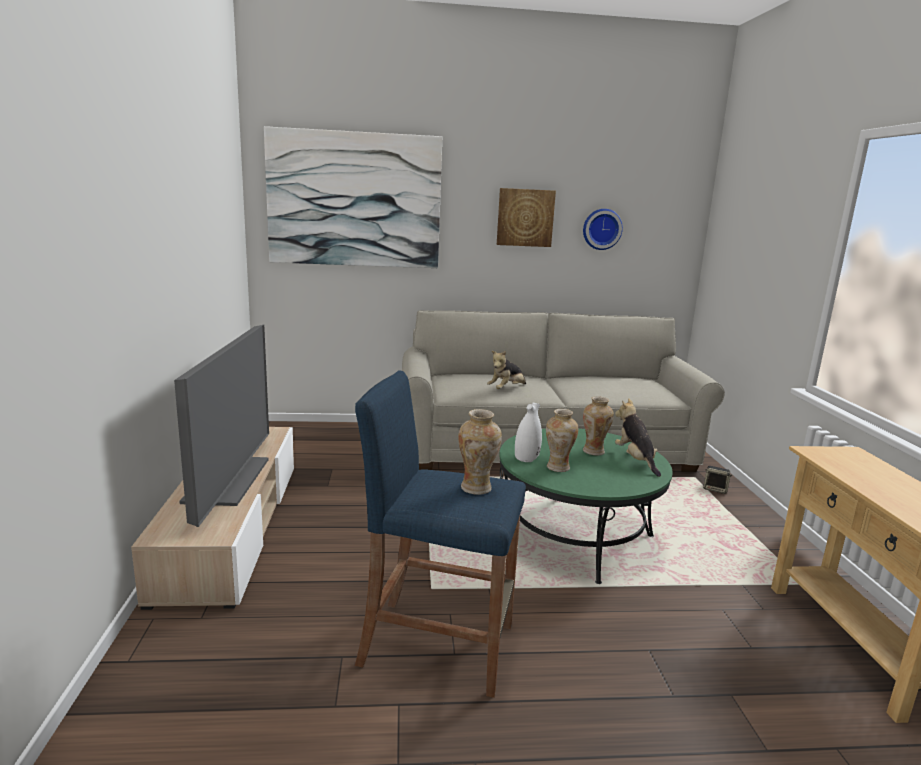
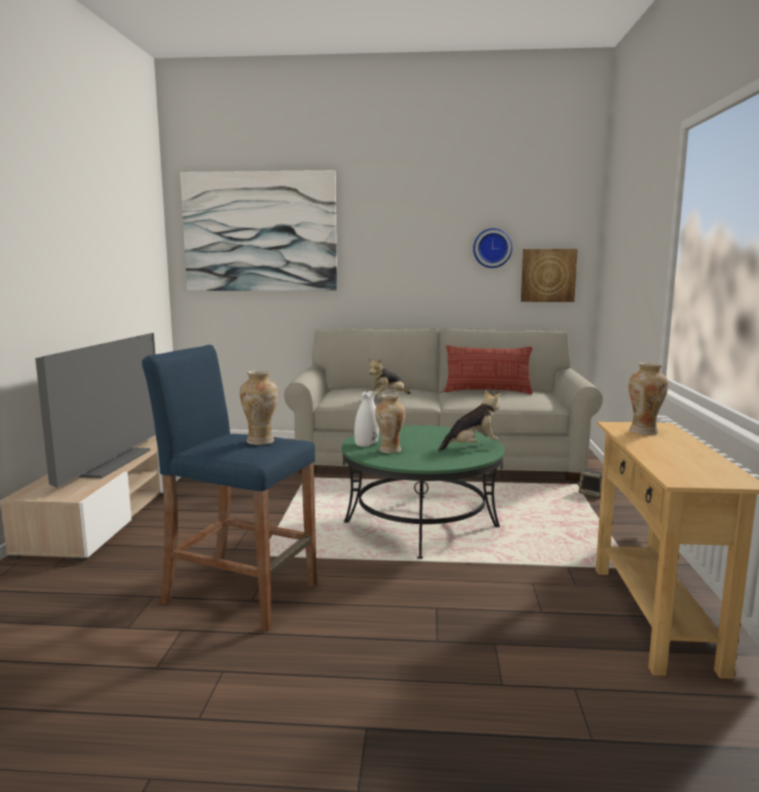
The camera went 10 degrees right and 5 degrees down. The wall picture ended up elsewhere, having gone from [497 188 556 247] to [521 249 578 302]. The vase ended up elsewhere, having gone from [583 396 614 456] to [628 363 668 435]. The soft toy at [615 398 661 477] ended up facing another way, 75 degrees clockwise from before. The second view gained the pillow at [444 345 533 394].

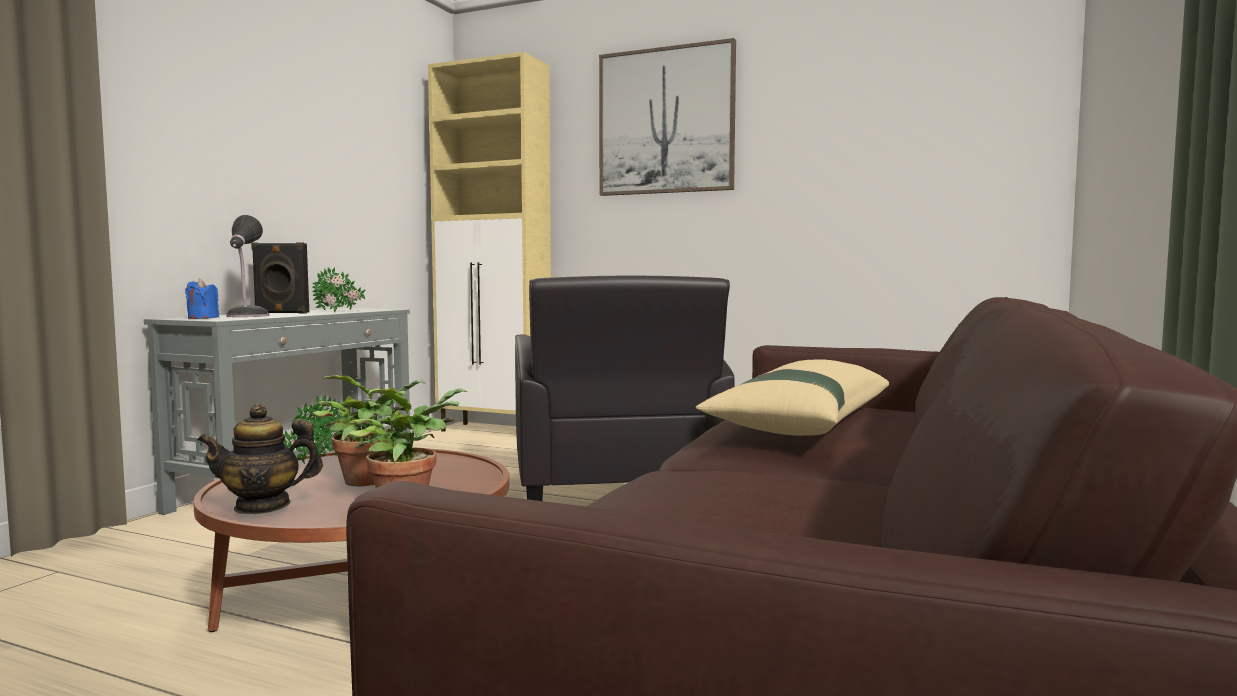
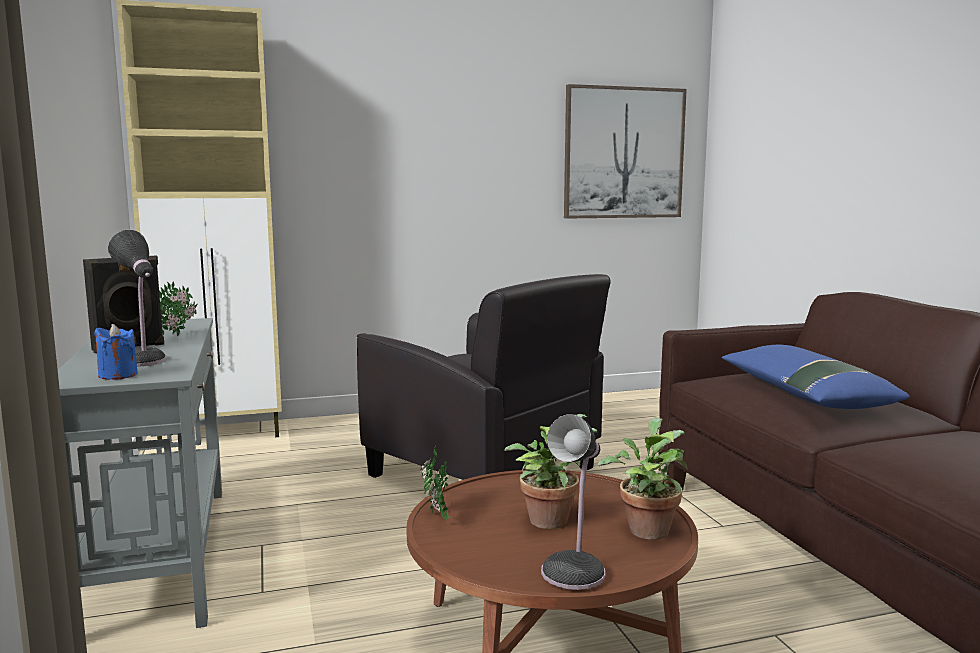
The camera went 40 degrees left and 5 degrees up. The wall picture ended up elsewhere, having gone from [599 38 736 196] to [564 84 687 219]. What was the beige pillow at [696 359 889 436] turned into the blue pillow at [722 345 910 409]. Where the teapot stood at [197 404 323 514], the tabletop lamp came to stand at [541 414 605 590].

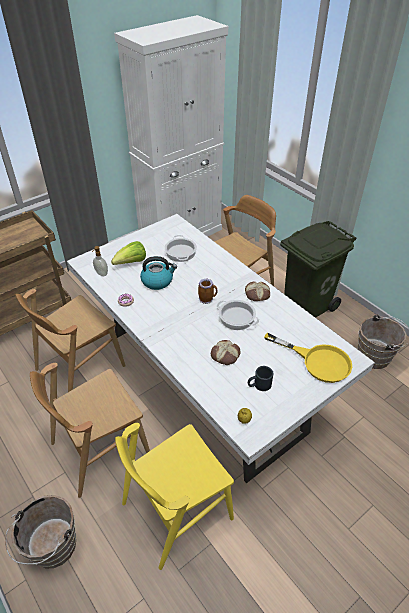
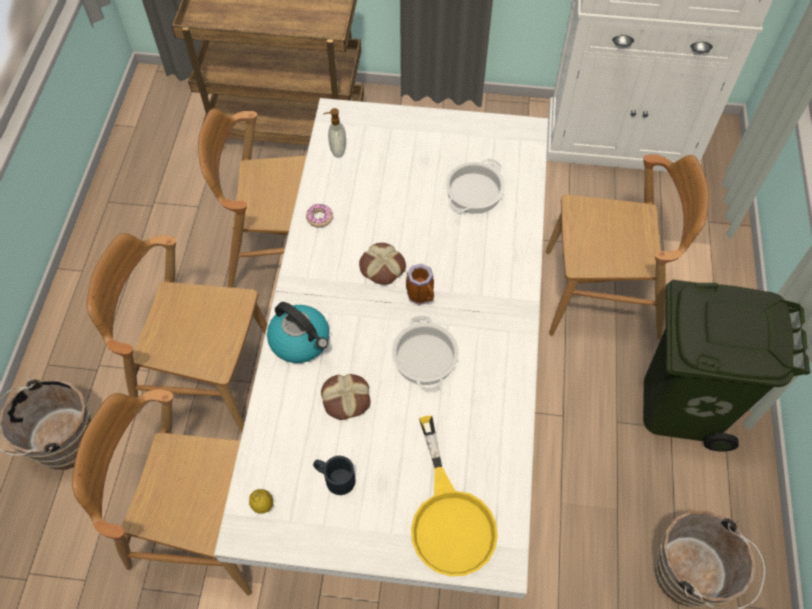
The camera went 45 degrees right and 15 degrees up. The second view lost the lettuce head at [111 241 146 265]. The water kettle ended up elsewhere, having gone from [140 256 177 290] to [267 302 329 363]. The bakery bread ended up elsewhere, having gone from [245 281 270 301] to [359 243 406 285]. What was the yellow-coloured plain chair at [115 423 234 570] turned into the brown-coloured plain chair at [72 389 252 596].

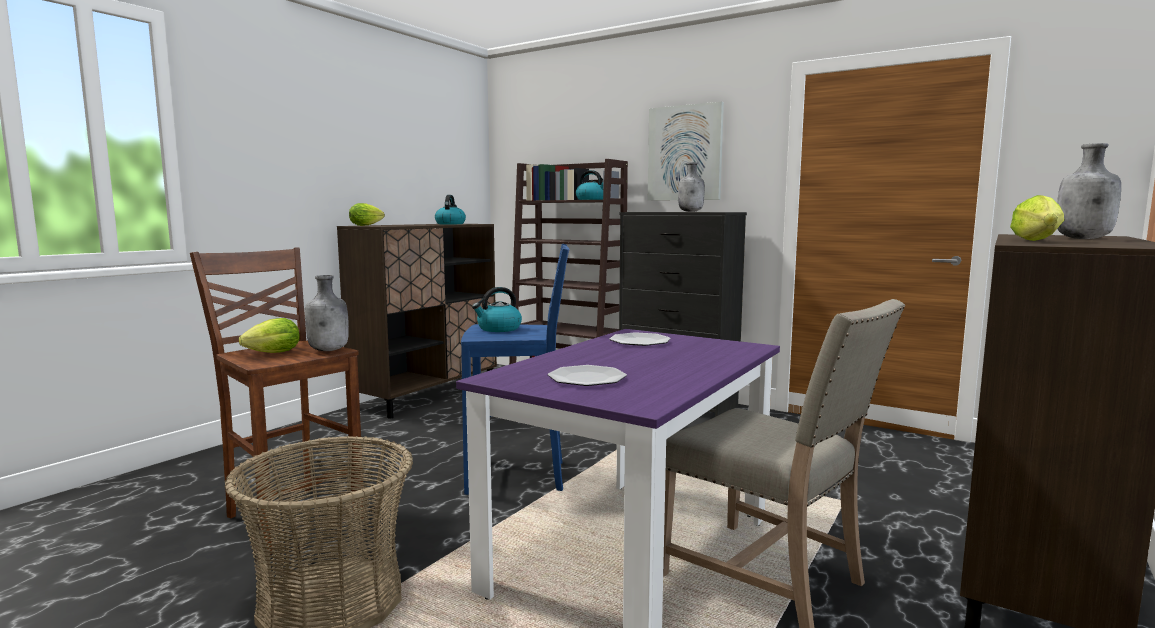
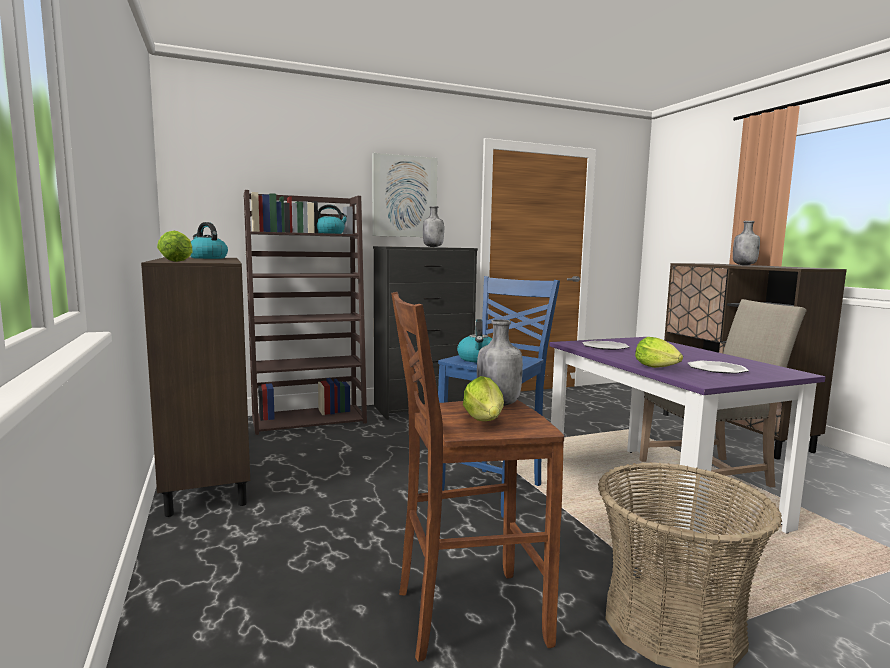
The camera went 55 degrees left and 0 degrees up. The lettuce head ended up elsewhere, having gone from [1010 195 1064 241] to [635 337 683 368].

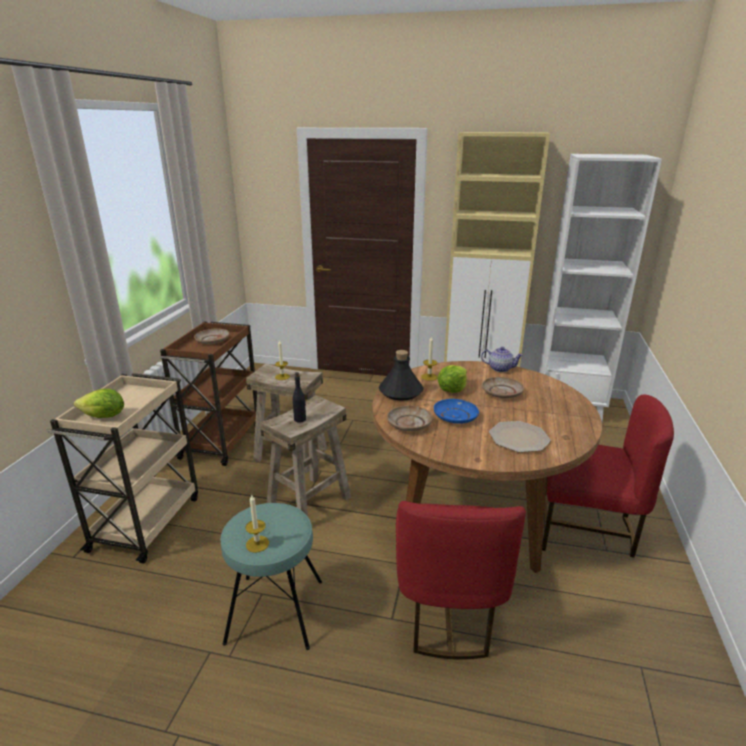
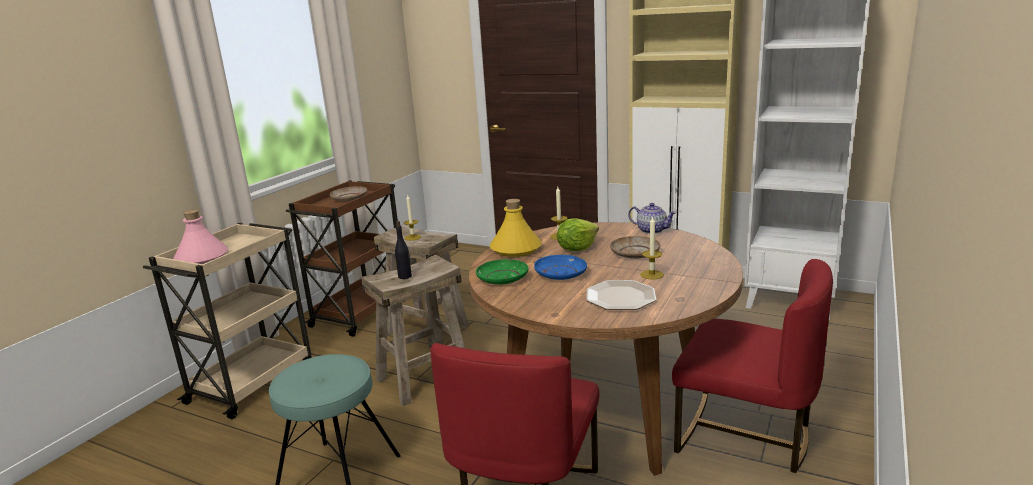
The camera went 15 degrees right and 5 degrees down. What was the black beverage bottle at [379 350 424 401] turned into the yellow-coloured beverage bottle at [490 199 542 257]. Where the lettuce head stood at [74 389 124 418], the pinkish beverage bottle came to stand at [173 210 228 264]. What was the beige plate at [387 406 433 431] turned into the green plate at [476 259 529 284]. The wax candle ended up elsewhere, having gone from [245 495 269 553] to [640 216 664 279].

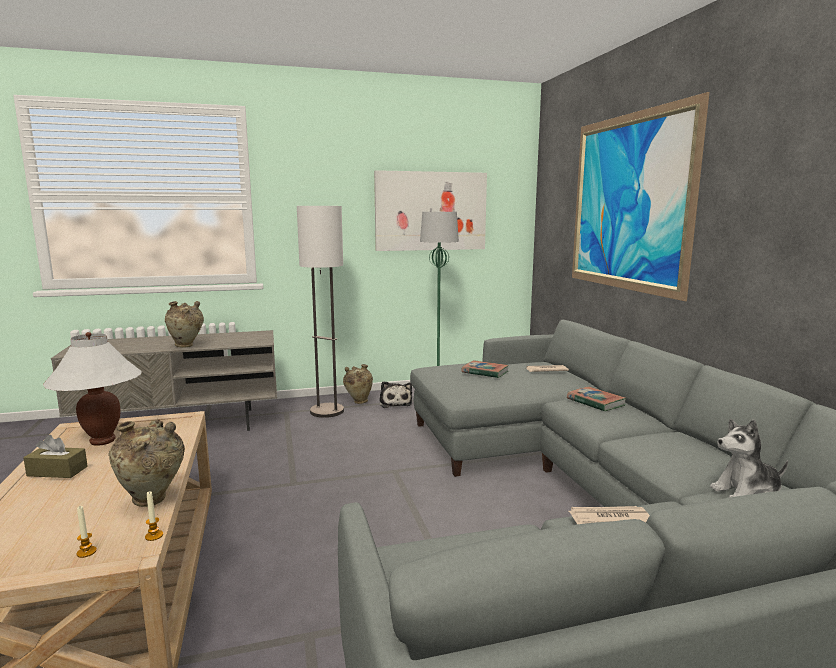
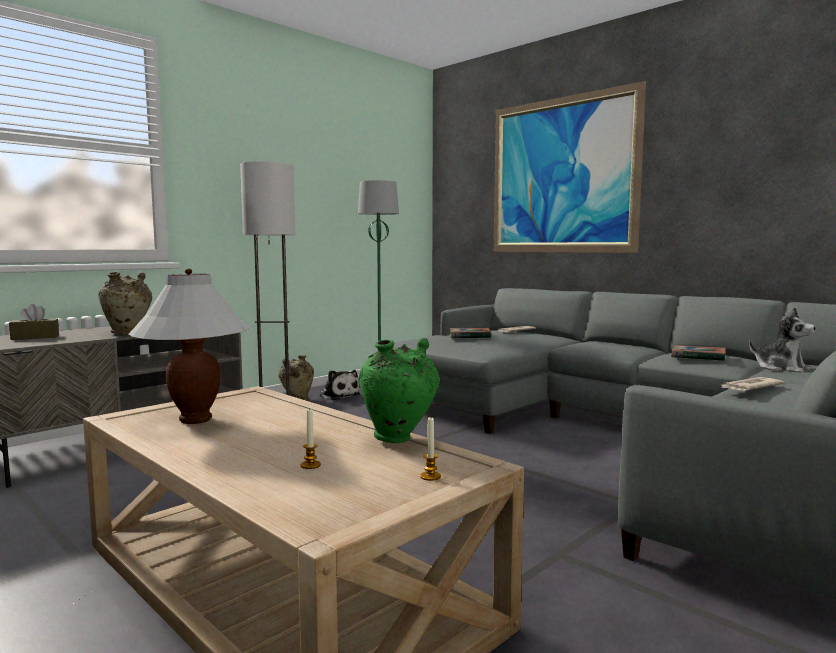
The camera went 30 degrees left and 5 degrees down. The second view lost the wall picture at [374 170 487 251]. The bound book ended up elsewhere, having gone from [567 387 626 412] to [671 345 726 361]. What was the beige vase at [108 419 185 507] turned into the green vase at [359 338 440 443]. The soft toy at [710 419 788 498] ended up facing another way, 90 degrees counterclockwise from before. The brown-coloured box of tissues ended up elsewhere, having gone from [23 435 88 478] to [9 304 59 340]. The wax candle ended up elsewhere, having gone from [145 491 163 541] to [301 408 321 469].

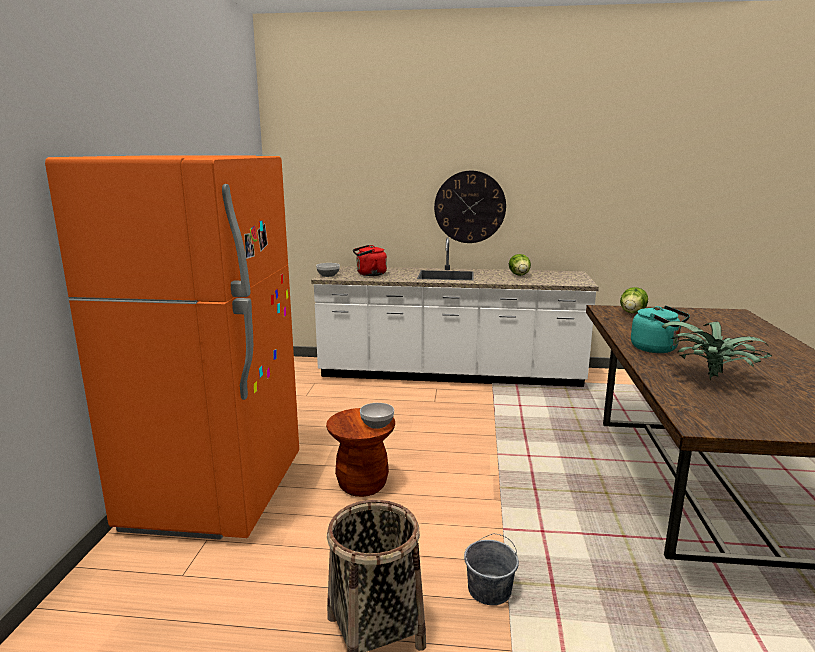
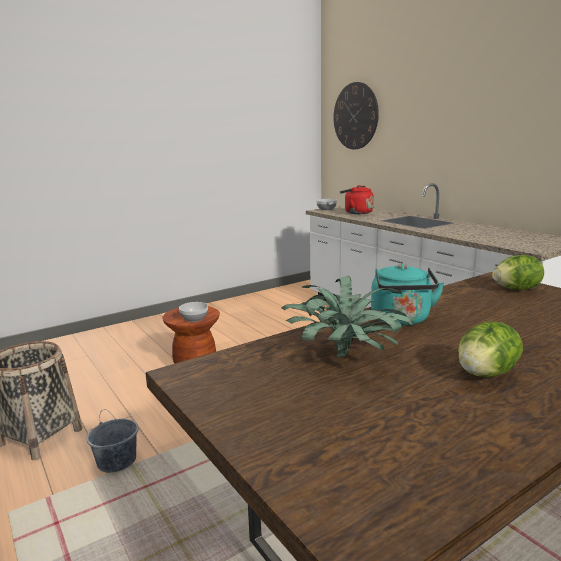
The camera went 50 degrees right and 0 degrees up. The second view lost the orange-coloured fridge at [45 155 299 540]. The hanging clock ended up elsewhere, having gone from [434 171 506 243] to [334 82 379 149]. The lettuce head ended up elsewhere, having gone from [509 254 531 276] to [458 321 523 378].

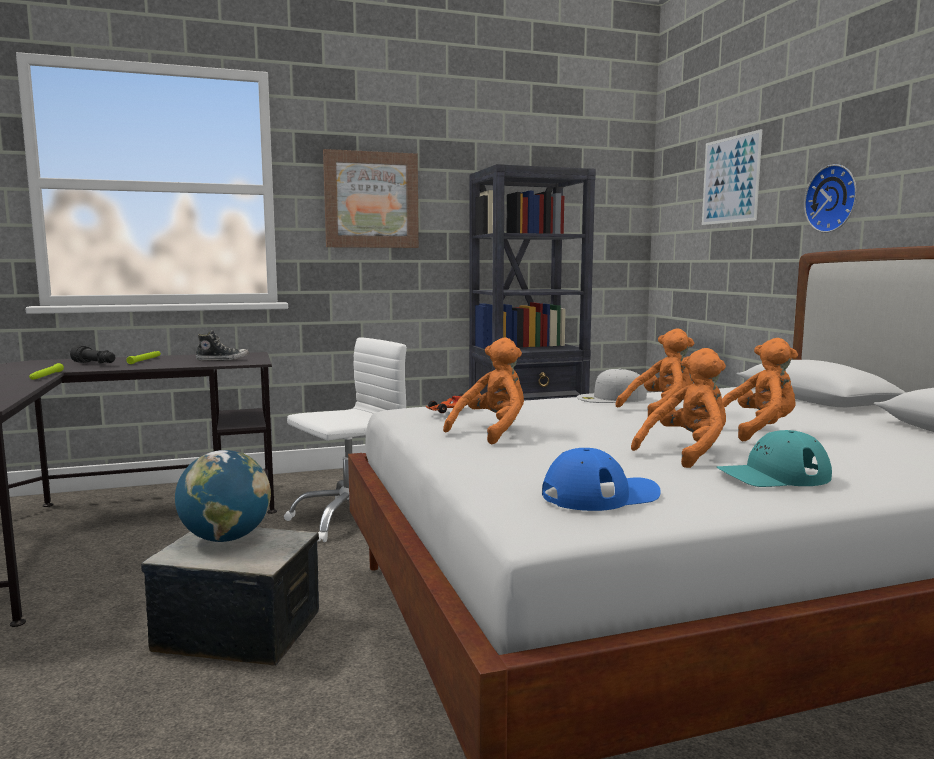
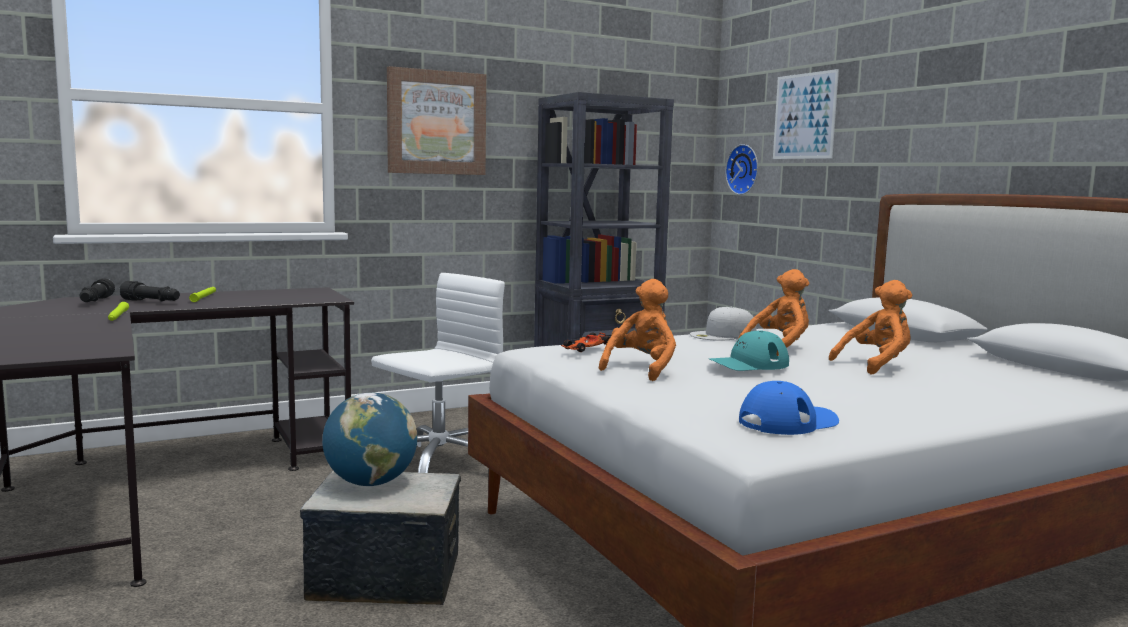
The camera went 10 degrees left and 0 degrees up. The hanging clock ended up elsewhere, having gone from [804 164 857 233] to [725 144 758 195]. The second view lost the item of footwear at [196 330 249 361]. The second view lost the orange-coloured soft toy at [631 348 726 468]. The blue-green cap ended up elsewhere, having gone from [717 430 832 487] to [709 330 789 371]. The second view gained the black torch at [80 278 115 302].

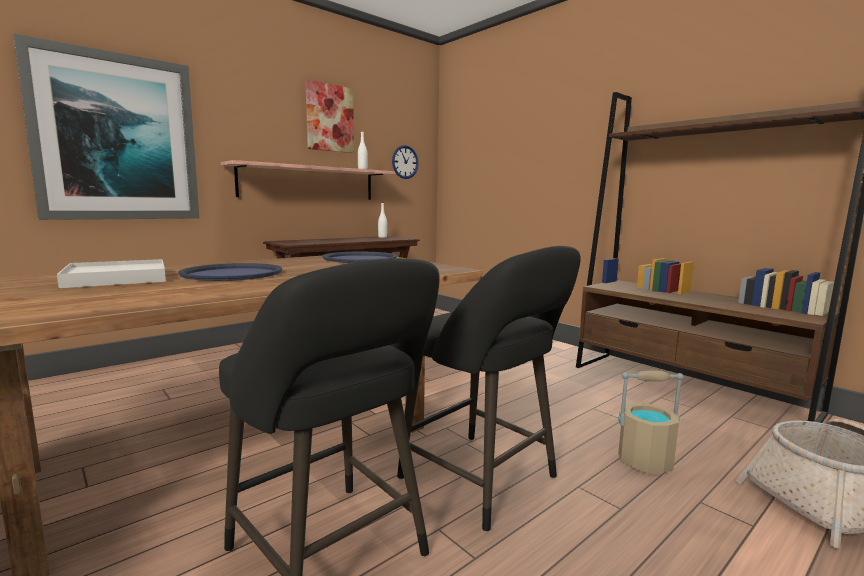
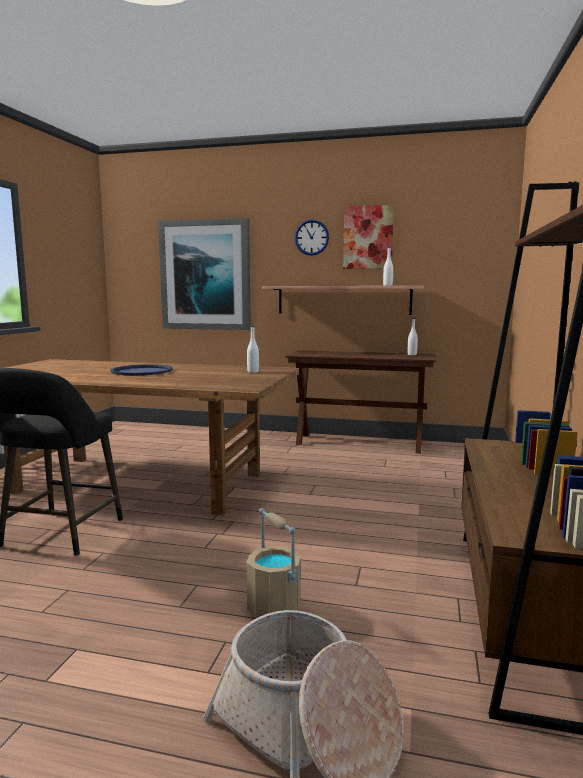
The camera went 55 degrees right and 0 degrees up. The hanging clock ended up elsewhere, having gone from [392 145 419 179] to [295 219 329 256]. The second view lost the black sitting stool at [397 246 580 532]. Where the blue tray stood at [322 252 397 263], the white beverage bottle came to stand at [247 326 259 373]. The second view lost the white tray at [57 259 166 288].

